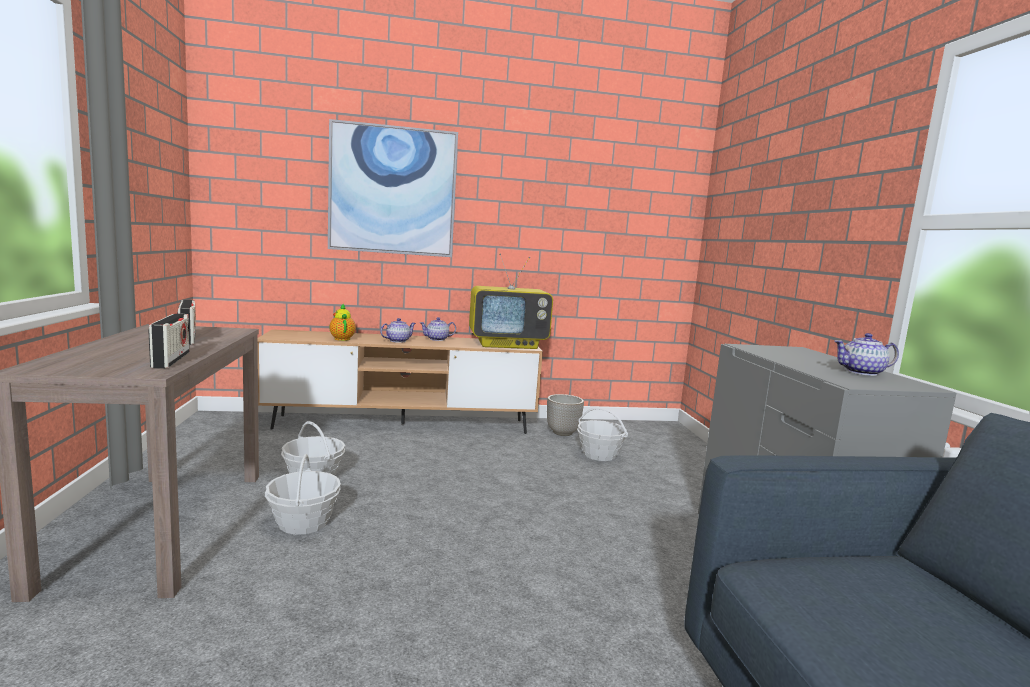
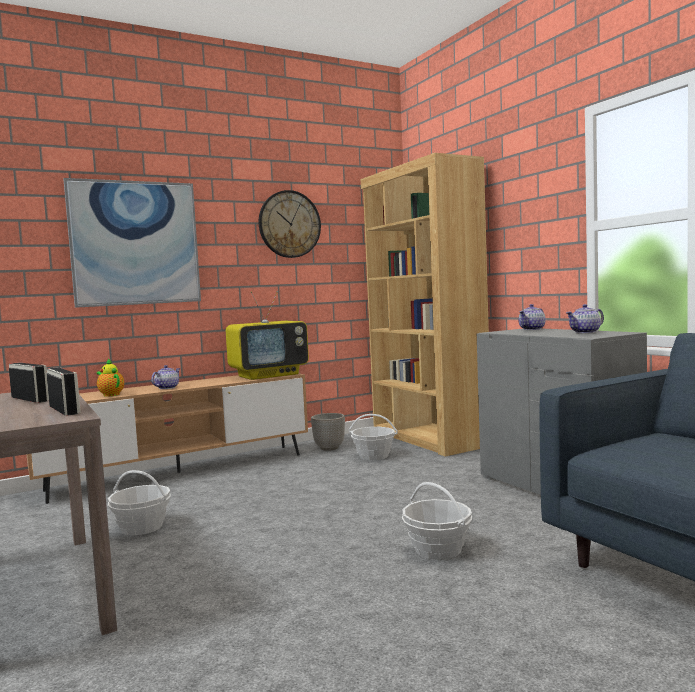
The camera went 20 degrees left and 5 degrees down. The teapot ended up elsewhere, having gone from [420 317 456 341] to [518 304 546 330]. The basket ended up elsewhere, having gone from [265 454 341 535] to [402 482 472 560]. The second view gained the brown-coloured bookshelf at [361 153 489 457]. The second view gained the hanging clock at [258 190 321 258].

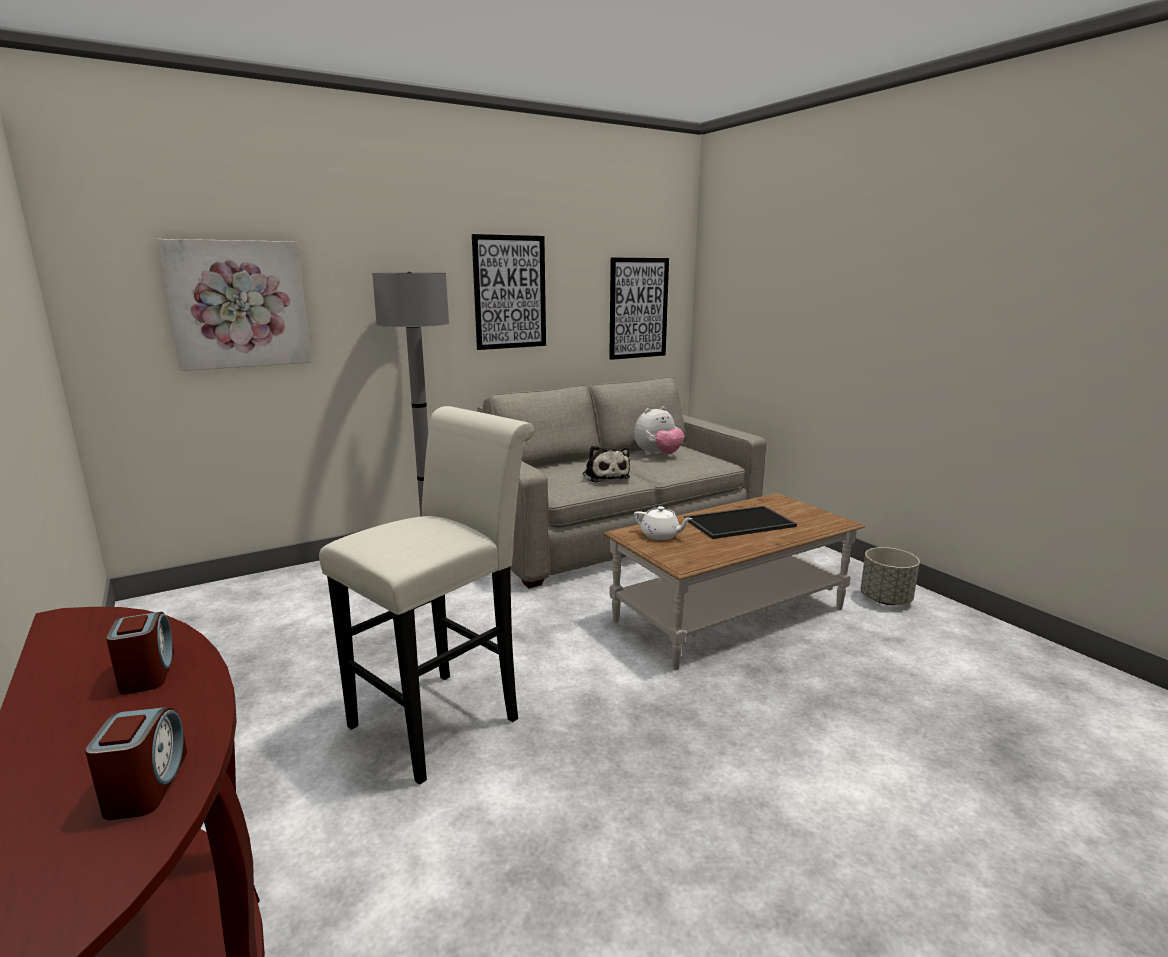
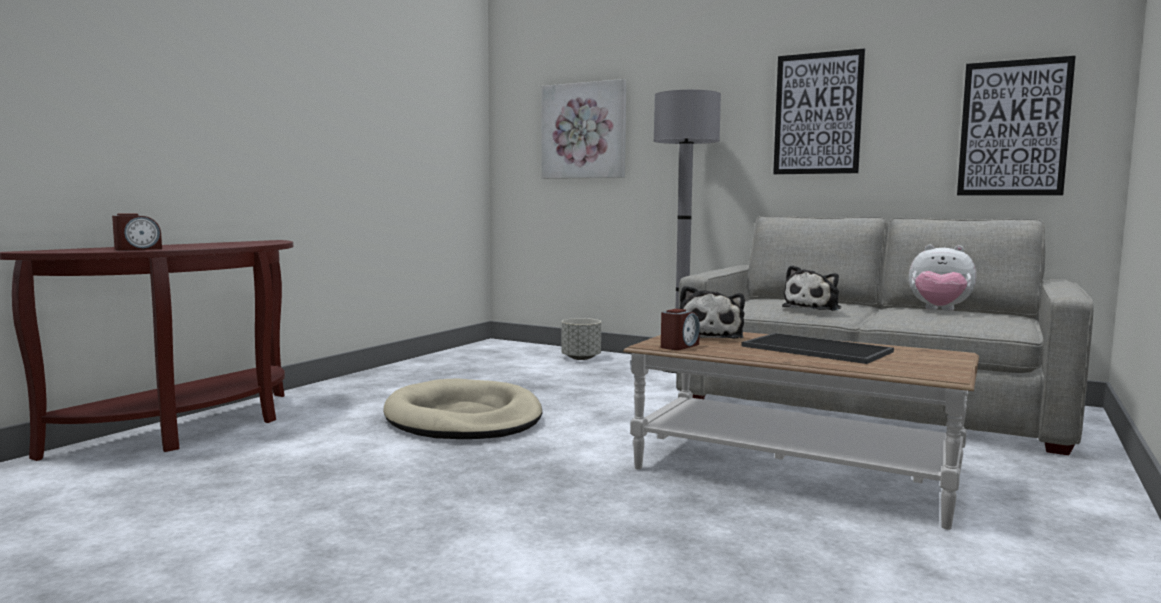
The camera went 60 degrees right and 10 degrees down. Where the white sitting stool stood at [319 406 534 785], the beige dog bed came to stand at [383 378 542 439]. Where the white teapot stood at [634 506 692 540], the soft toy came to stand at [680 286 745 339]. The gray flower pot ended up elsewhere, having gone from [861 547 920 605] to [561 318 601 360]. The table clock ended up elsewhere, having gone from [106 612 174 694] to [661 309 700 350].

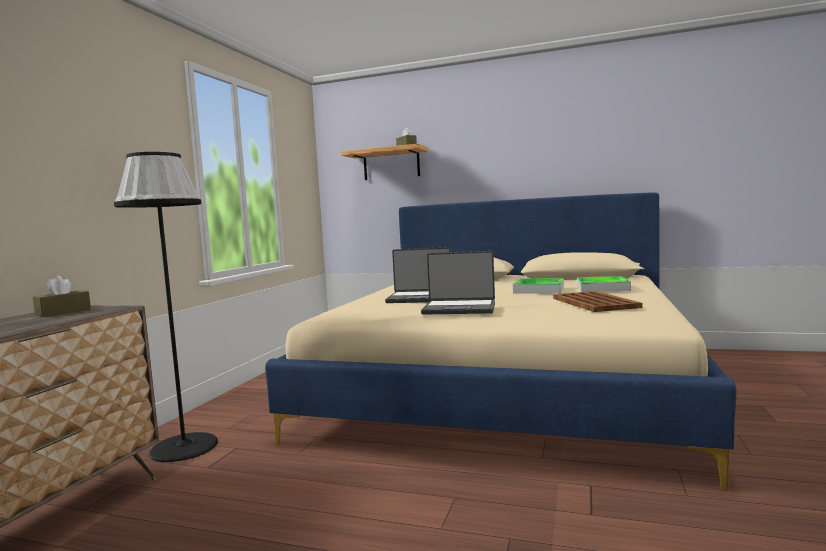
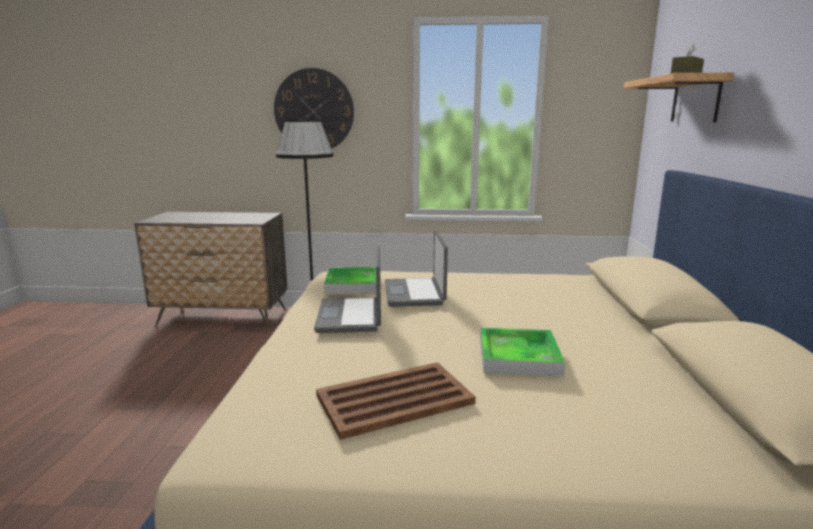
The camera went 75 degrees right and 10 degrees up. The second view lost the brown-coloured box of tissues at [33 276 91 317]. The tray ended up elsewhere, having gone from [577 276 631 292] to [324 267 376 294]. The second view gained the hanging clock at [274 68 354 149].

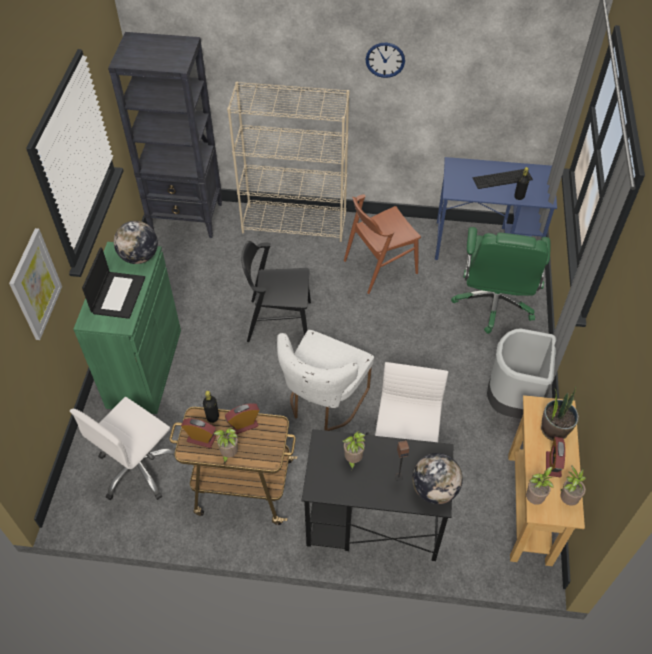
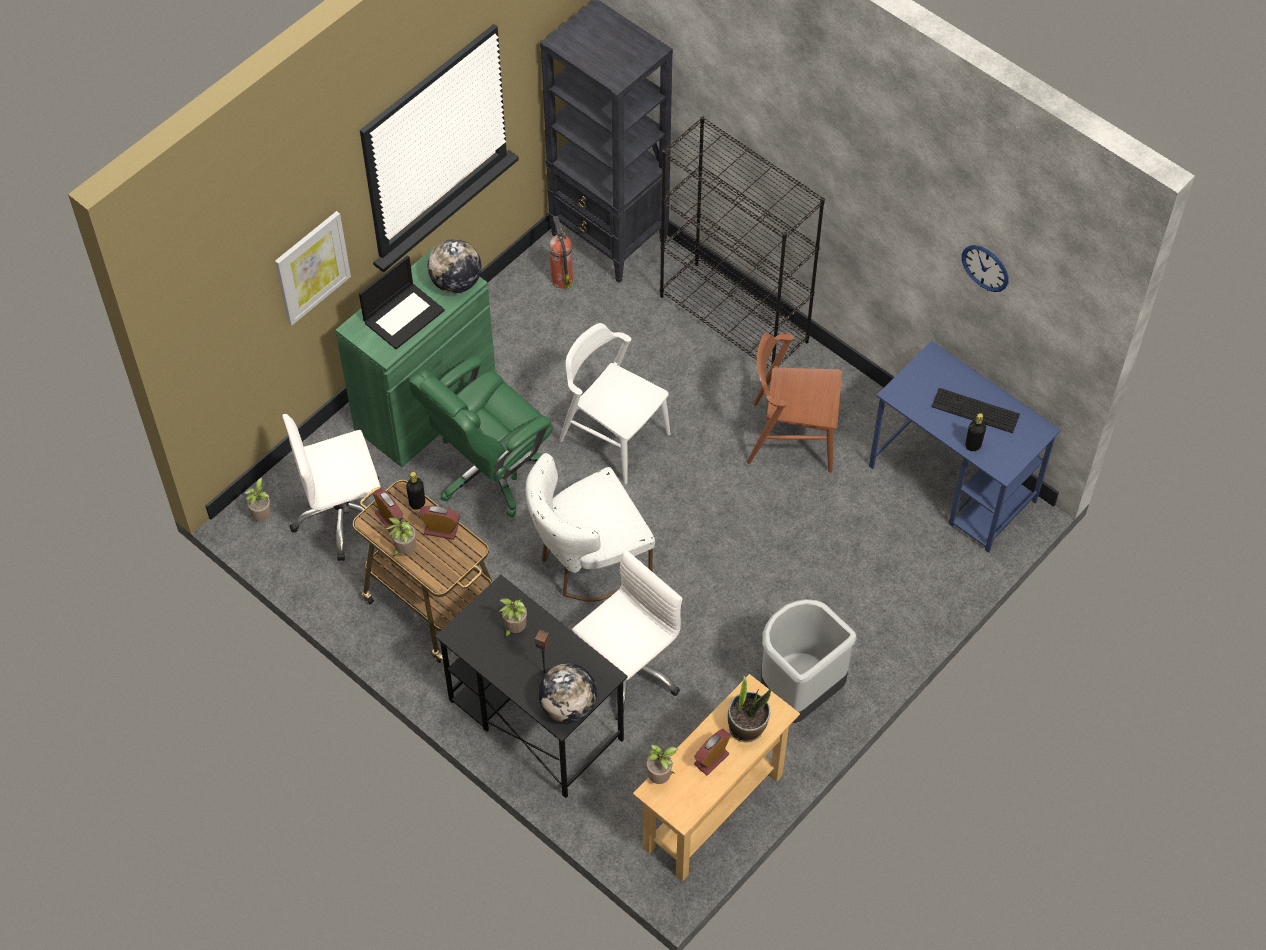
The camera went 35 degrees right and 5 degrees up. The hanging clock ended up elsewhere, having gone from [365 42 405 78] to [962 245 1008 292]. What was the beige bookshelf at [227 82 350 242] turned into the black bookshelf at [660 116 825 369]. The green office chair ended up elsewhere, having gone from [451 227 550 334] to [409 356 556 518]. What was the black plain chair at [241 241 311 342] turned into the white plain chair at [559 323 670 484]. The potted plant ended up elsewhere, having gone from [560 466 586 506] to [245 478 271 521]. The second view gained the extinguisher at [549 216 573 288].

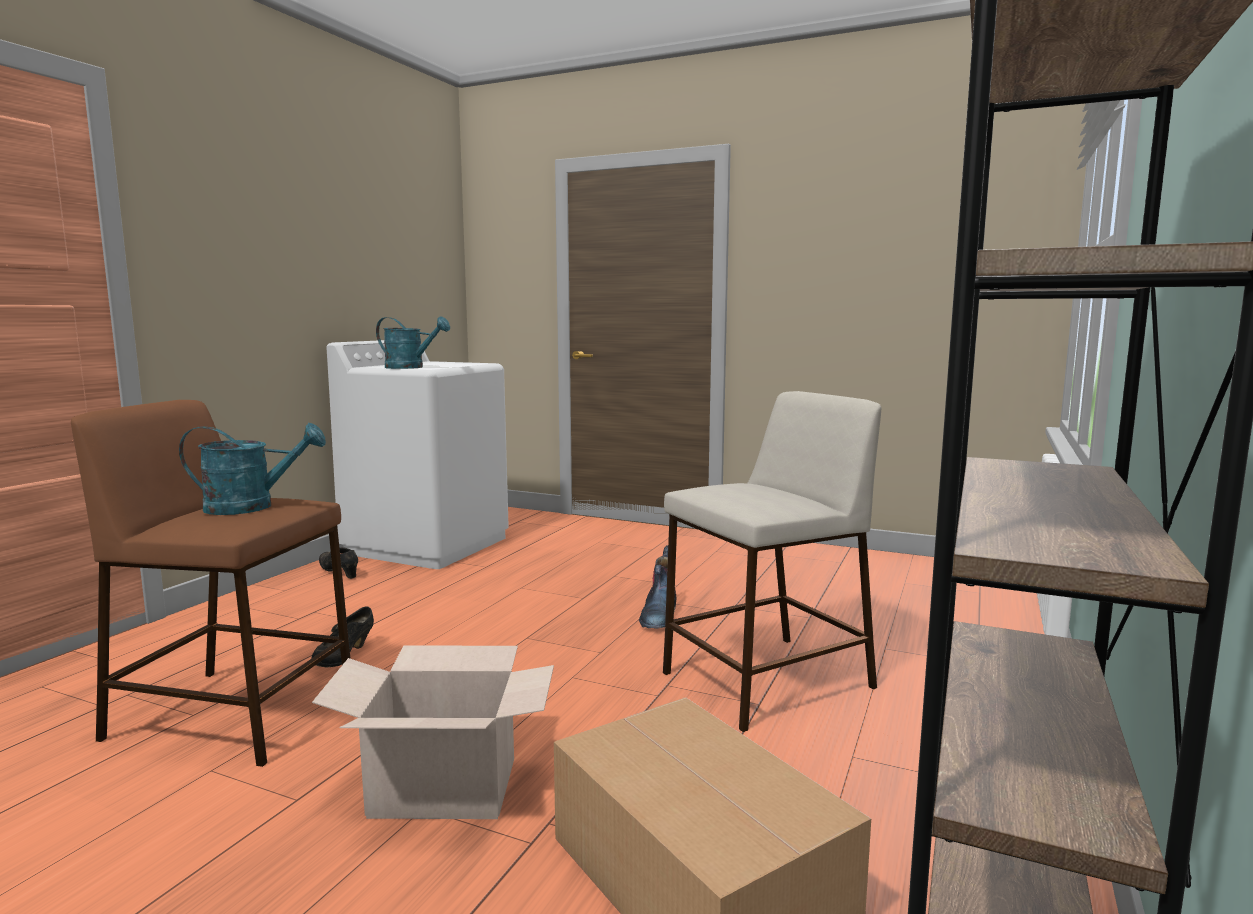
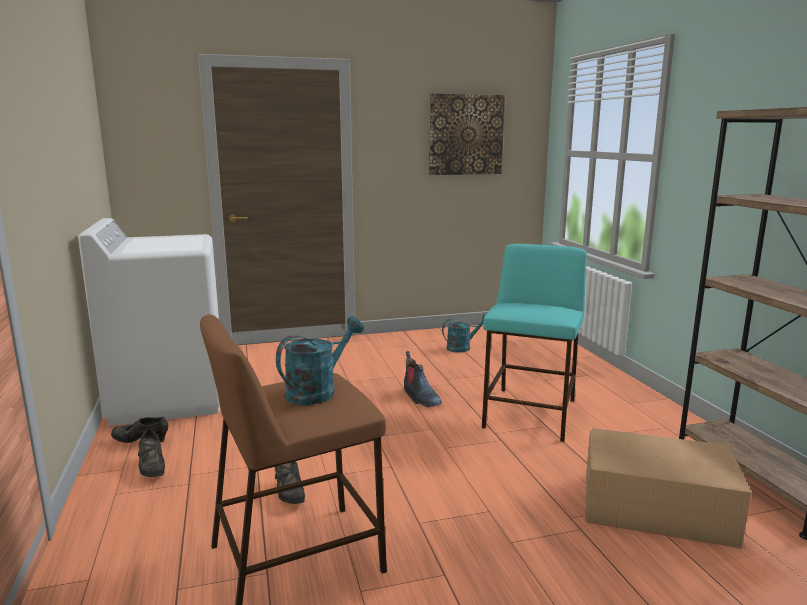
The camera went 40 degrees left and 5 degrees up. The blue-green watering can ended up elsewhere, having gone from [376 316 450 369] to [442 315 485 353]. What was the beige sitting stool at [663 391 881 732] turned into the blue-green sitting stool at [482 244 587 442]. The second view lost the packing box at [312 645 554 819]. The second view gained the wall picture at [429 94 505 175]. The second view gained the black item of footwear at [138 430 165 477].

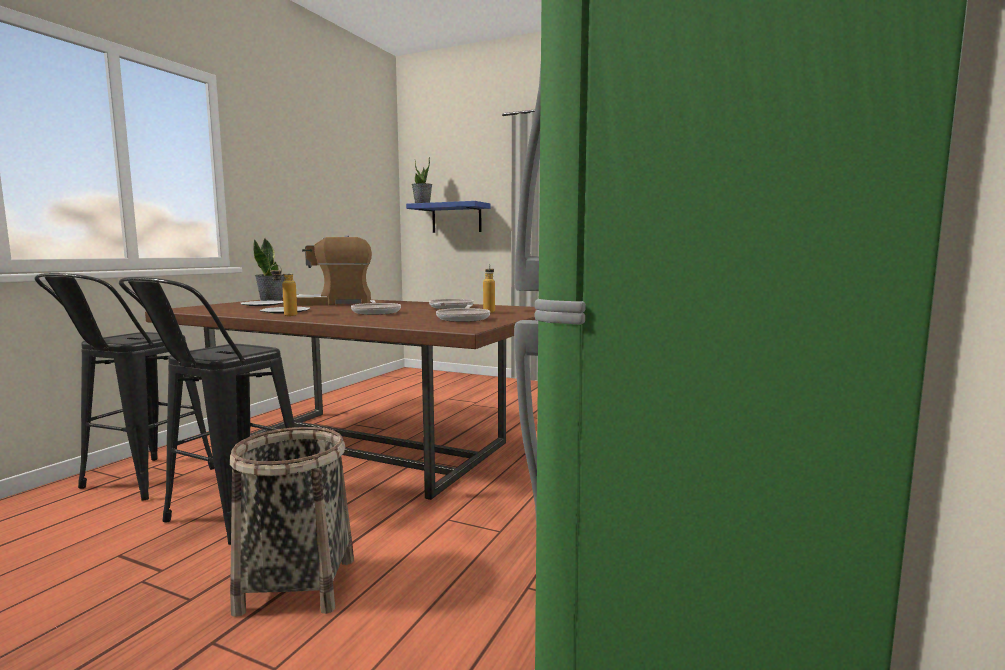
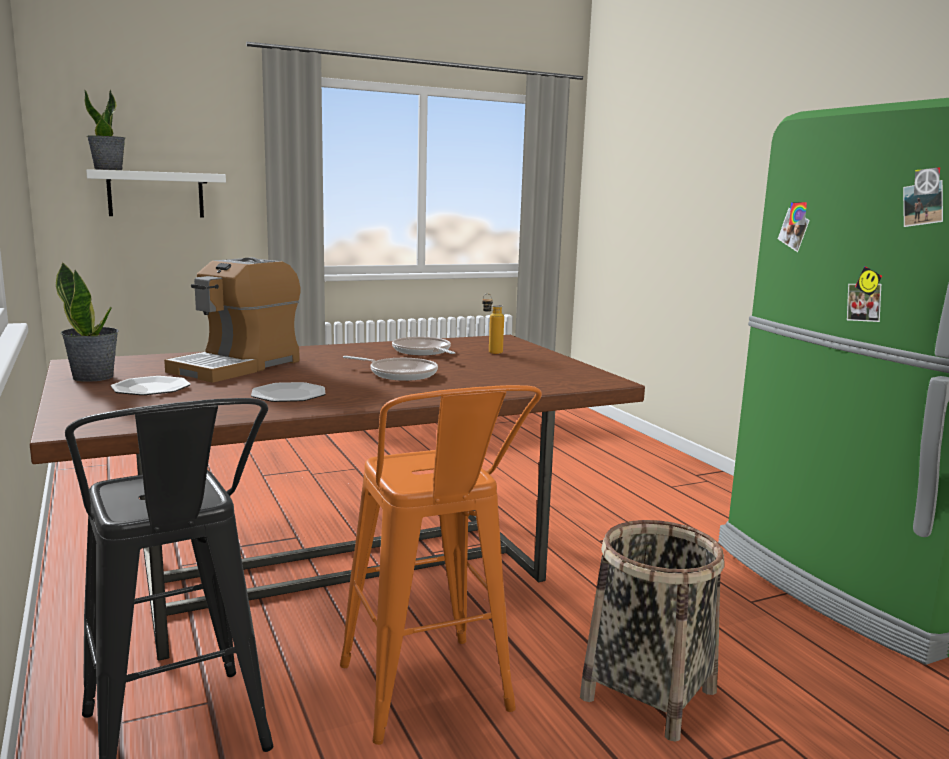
The camera went 50 degrees left and 5 degrees up. What was the blue shelf at [406 201 491 233] turned into the white shelf at [86 169 226 217]. The second view lost the beverage bottle at [270 265 297 316]. What was the black sitting stool at [119 277 295 545] turned into the orange-coloured sitting stool at [340 385 542 745]. The second view lost the frying pan at [436 305 490 322].

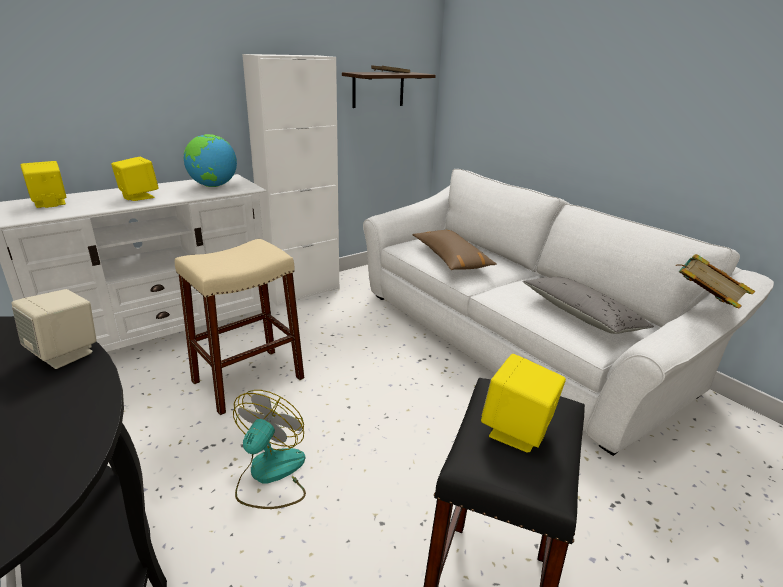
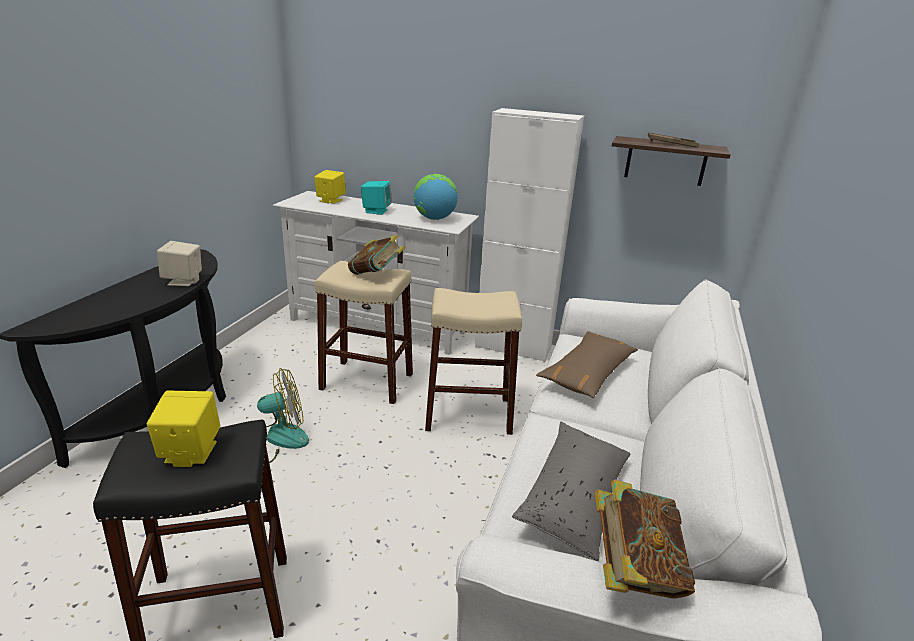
The camera went 55 degrees right and 0 degrees up. What was the yellow-coloured loudspeaker at [111 157 159 201] turned into the blue-green loudspeaker at [361 181 392 215]. The second view gained the bound book at [348 235 405 275]. The second view gained the beige sitting stool at [425 288 522 435].

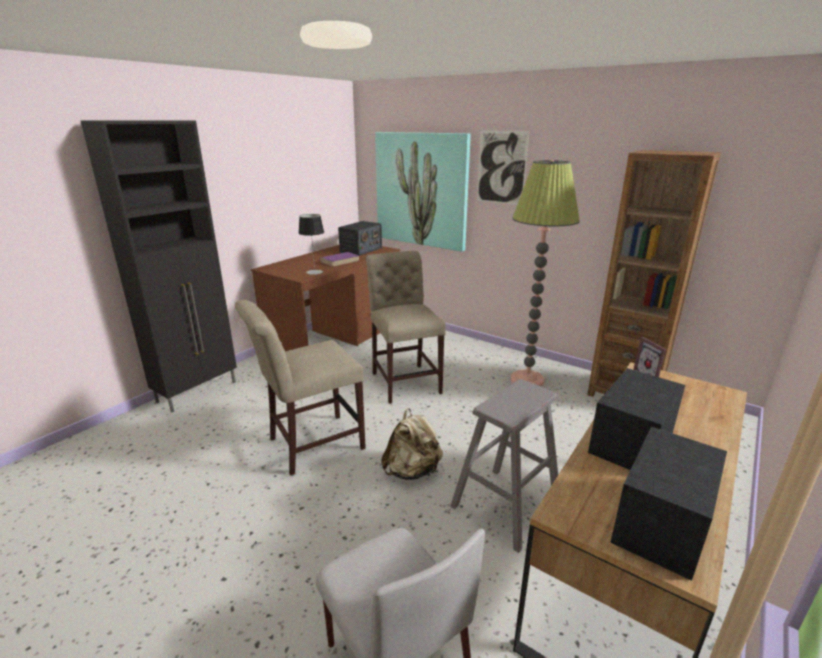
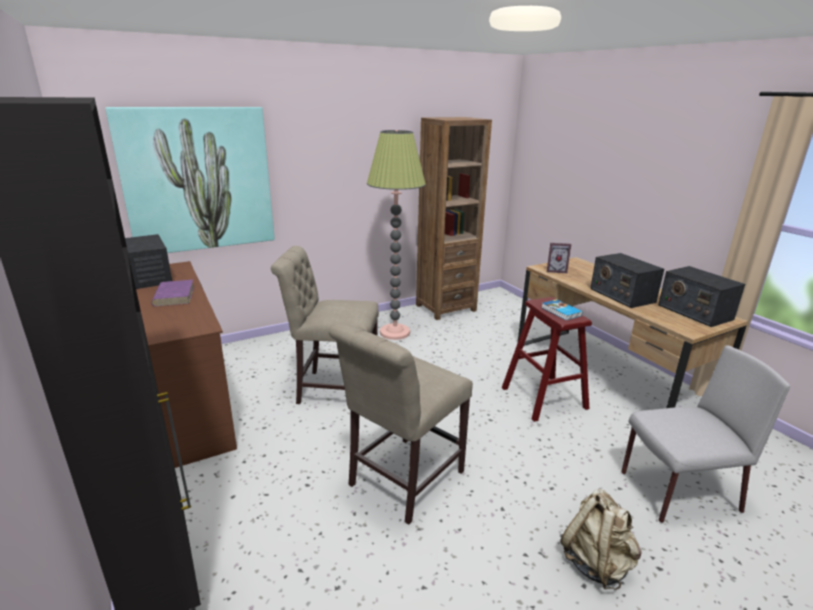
The camera went 65 degrees left and 0 degrees up. The second view lost the wall picture at [477 130 529 205]. The second view lost the tabletop lamp at [298 214 324 275]. The beige plain chair at [235 300 366 475] ended up facing another way, 45 degrees clockwise from before. What was the gray sitting stool at [450 379 558 553] turned into the red sitting stool at [502 297 592 422]. The beige rucksack ended up elsewhere, having gone from [381 409 443 480] to [560 489 642 590]. The second view gained the bound book at [541 299 582 320].

